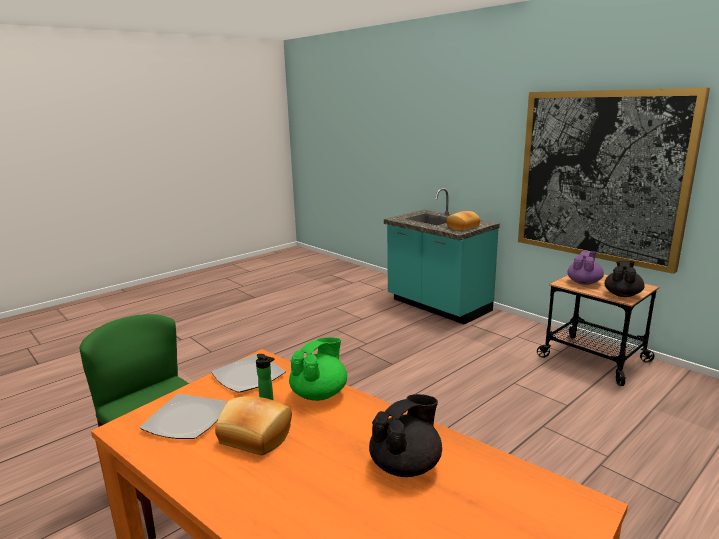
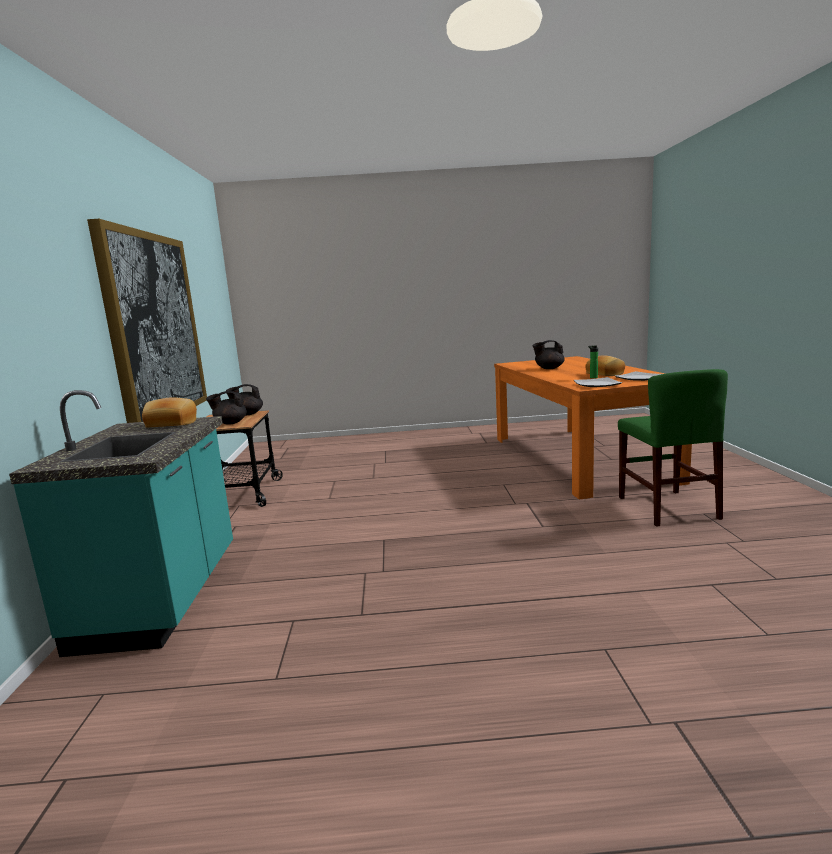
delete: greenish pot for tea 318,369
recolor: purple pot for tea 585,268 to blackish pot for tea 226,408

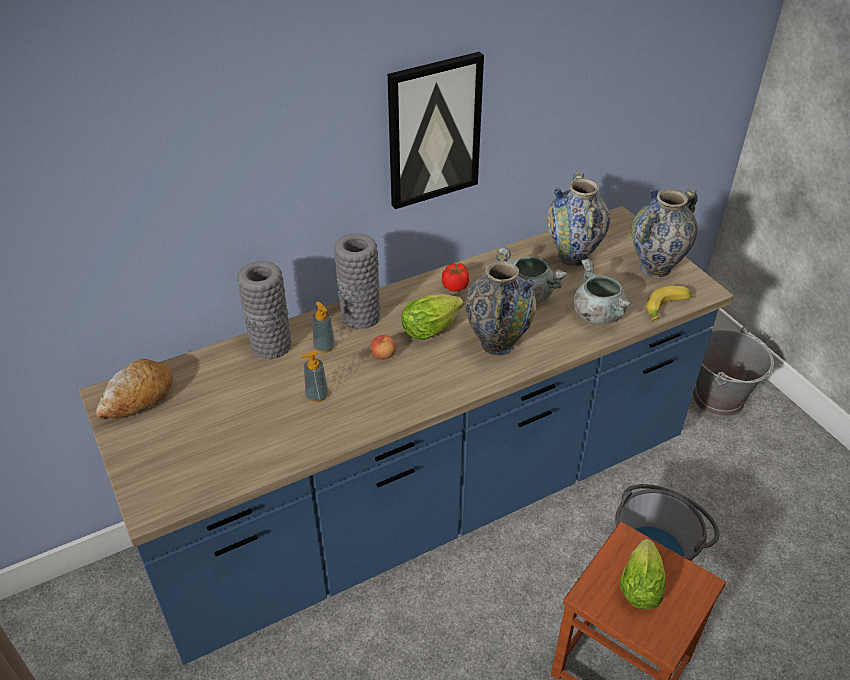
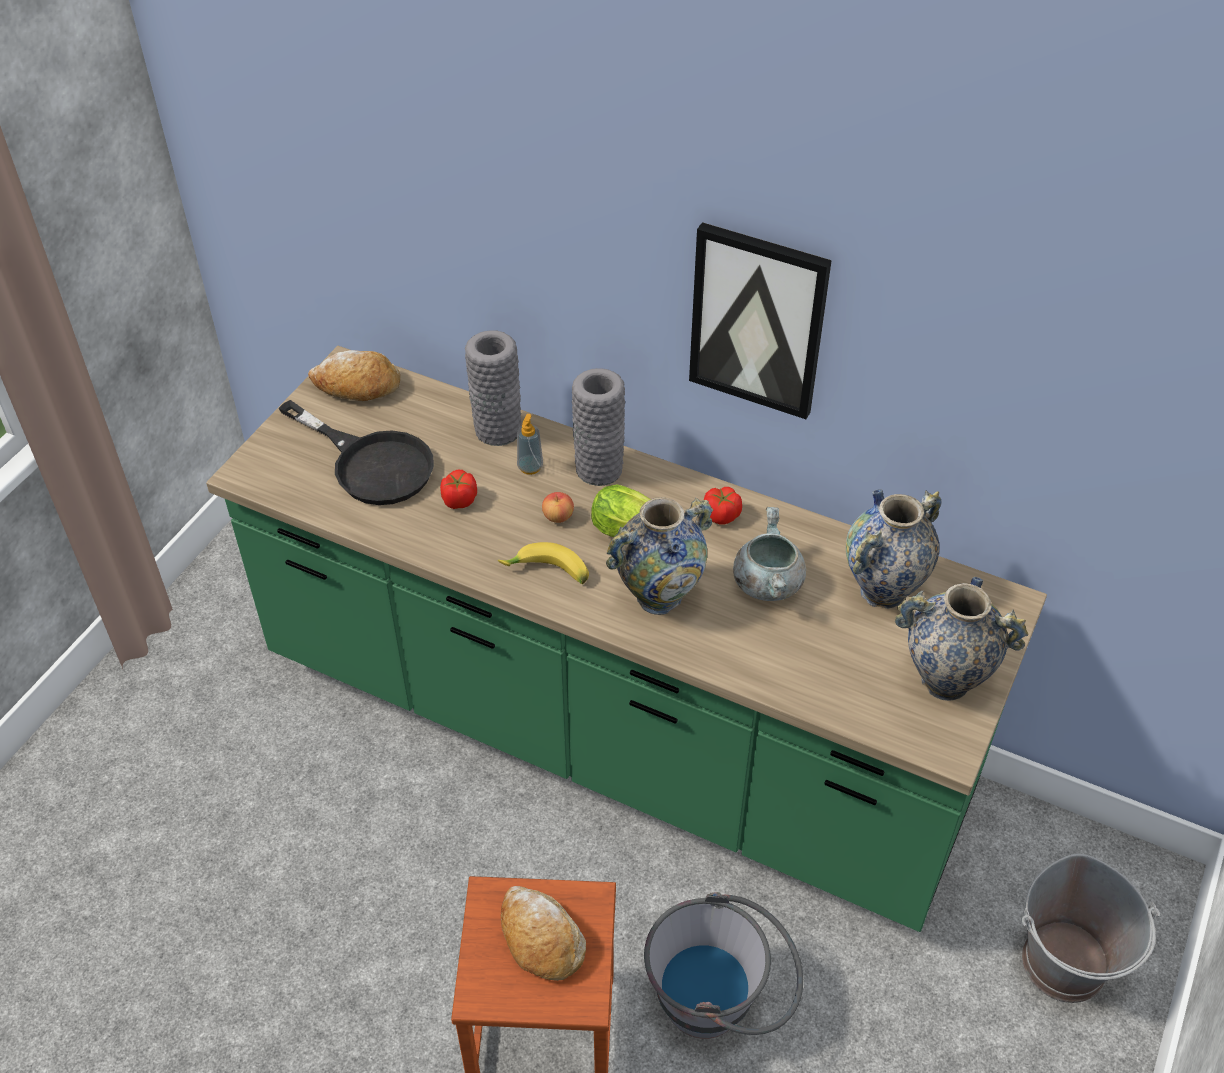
delete: grey stockpot 602,291
insert: blackish frying pan 356,452
move: banana fruit 669,303 to 543,563
replace: soap bottle 314,377 to whole tomato 458,489; lettuce 643,574 to bakery bread 543,933
recolor: bluish counter 406,435 to greenish counter 626,639

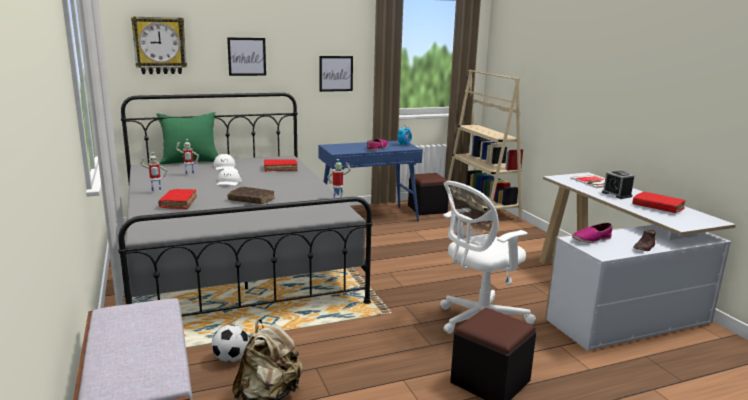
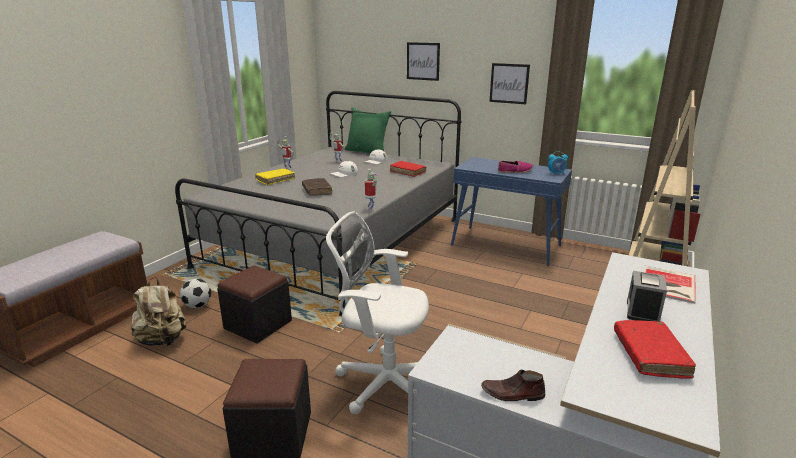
delete: clock on the wall 159,45; item of footwear 592,233
move: blackish ottoman 428,194 to 254,304
recolor: reddish book 177,199 to yellowish book 275,177

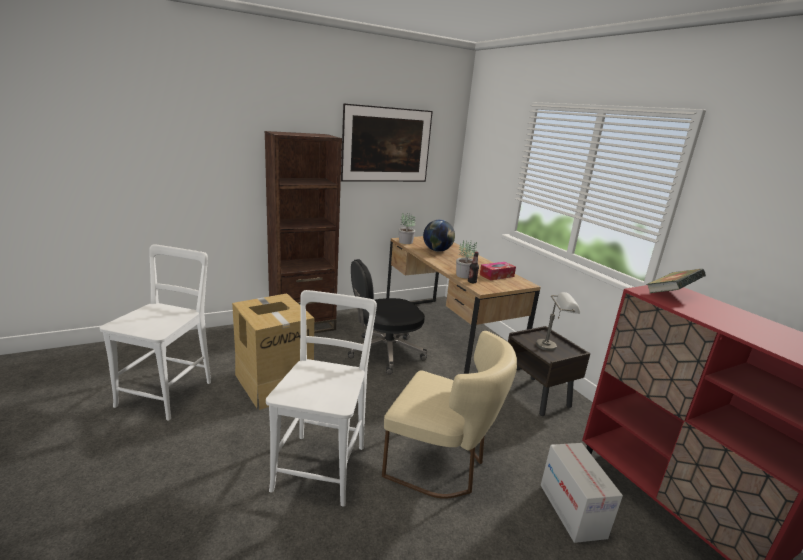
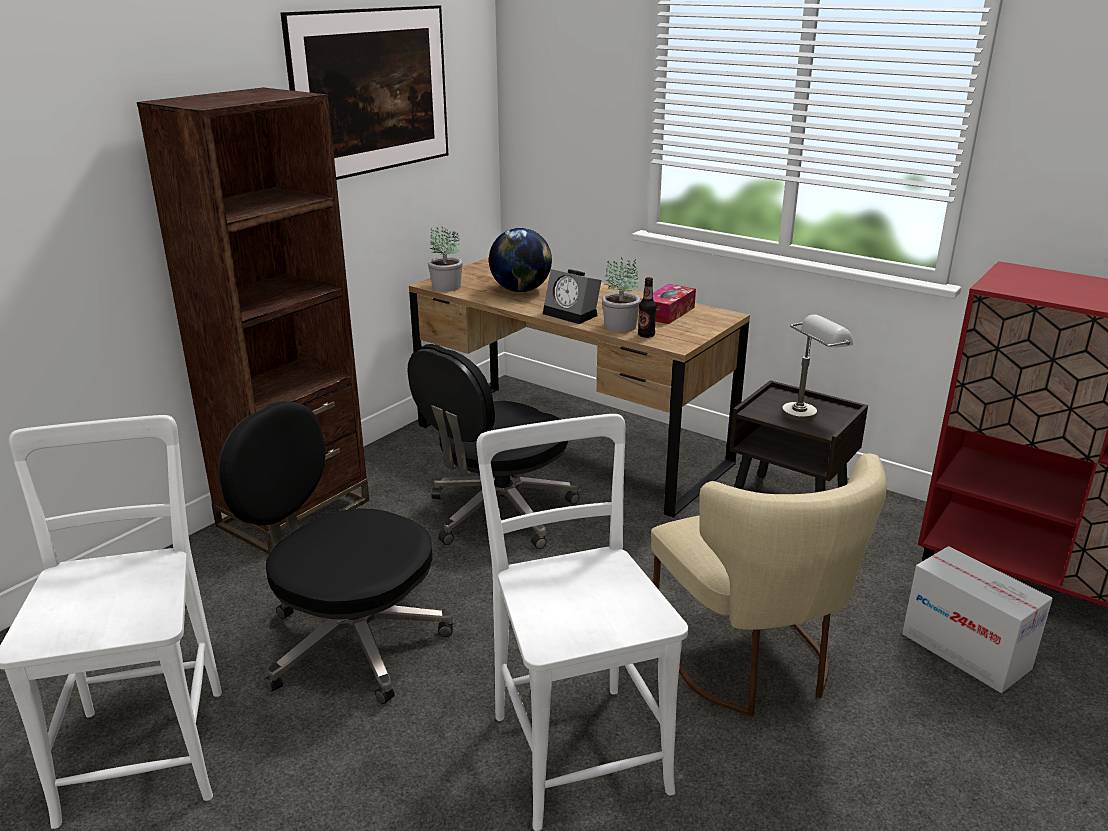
delete: book 676,281
insert: alarm clock 572,296
replace: carton 273,351 to blackish computer chair 335,552
rotate: sand-coloured plain chair 449,415 = 769,584 75 degrees clockwise

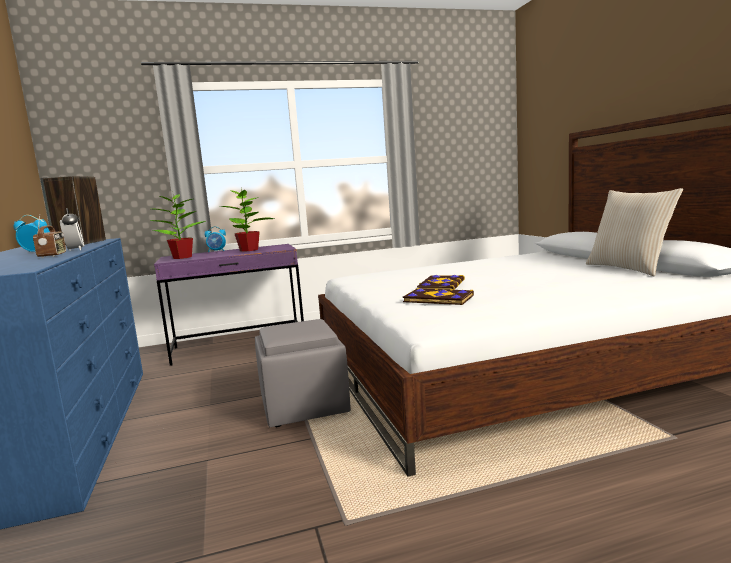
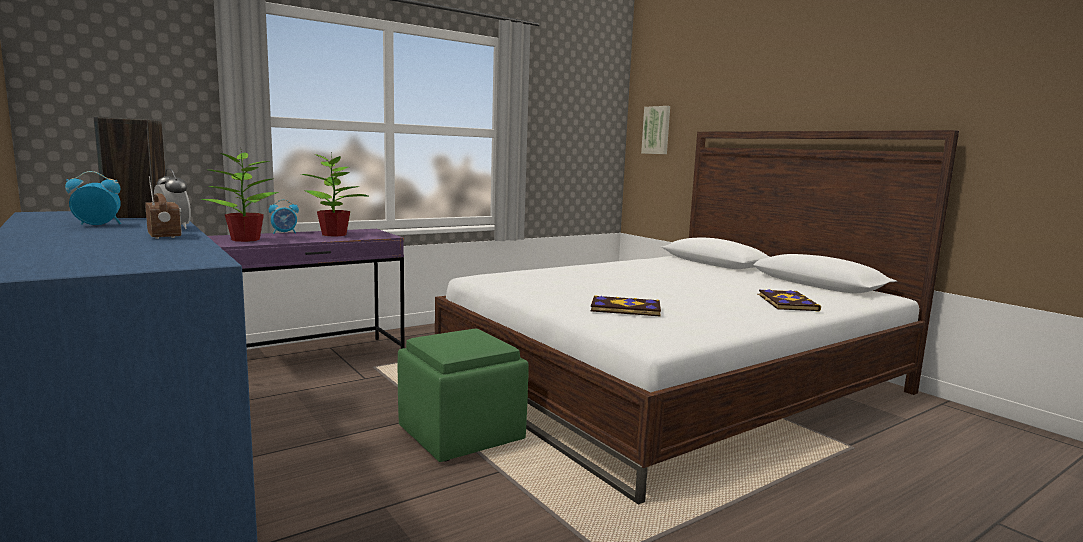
delete: sand-coloured throw pillow 634,232
insert: picture 655,130
move: book 441,282 to 789,300
recolor: grey ottoman 303,373 to greenish ottoman 463,395

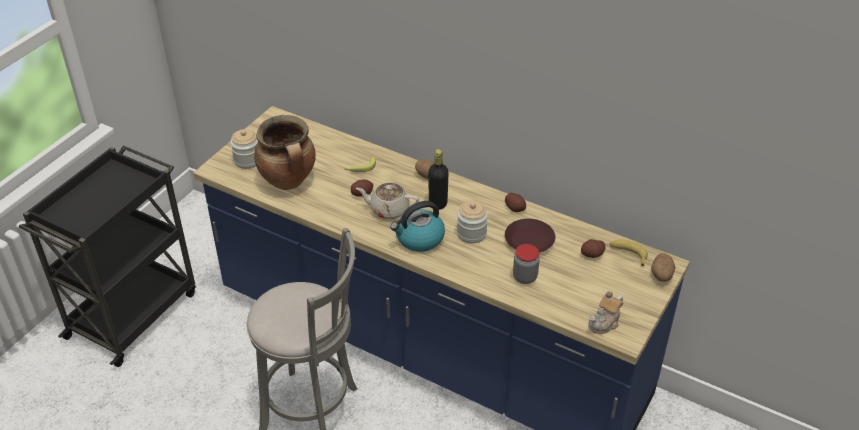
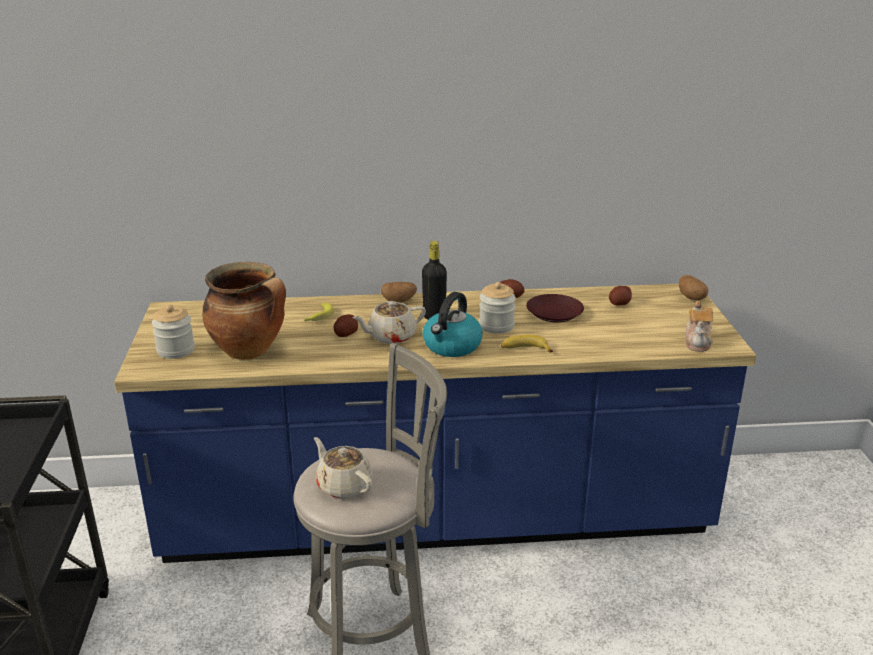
delete: jar 526,264
insert: sand-coloured pot for tea 343,468
move: banana fruit 629,253 to 527,344

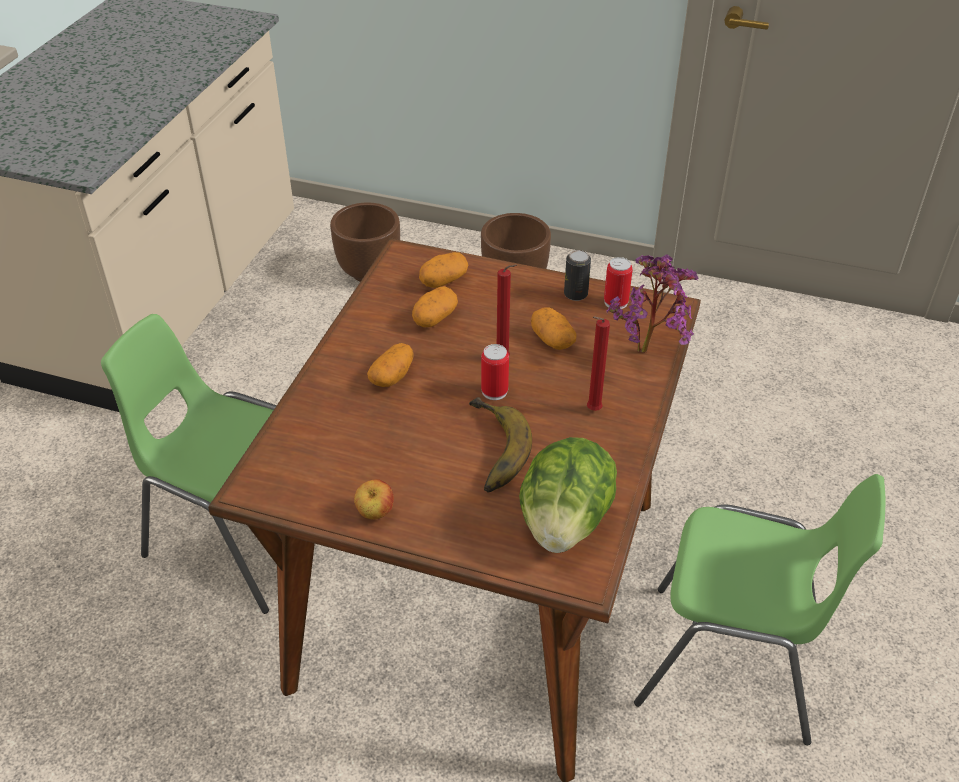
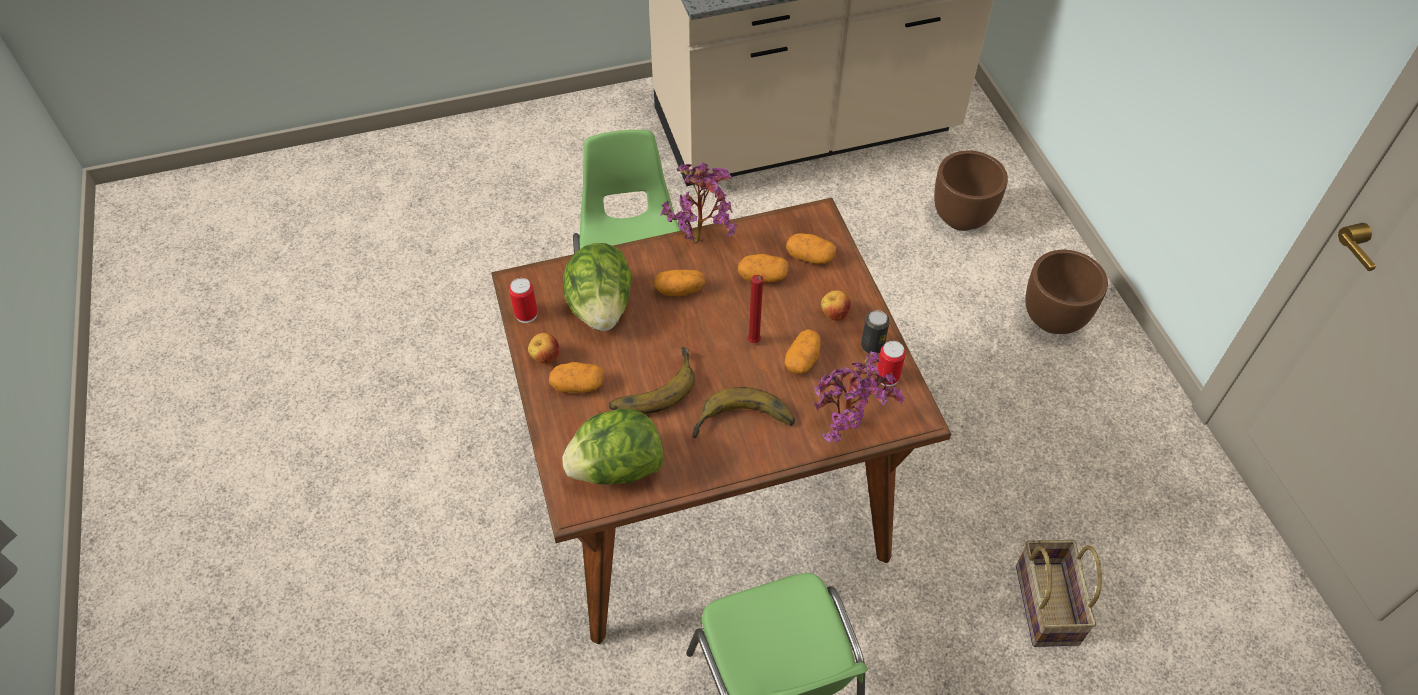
insert: potato 576,377; lettuce 597,287; houseplant 698,202; apple 836,305; basket 1059,593
move: metal can 495,372 to 523,300
replace: reddish candle 598,363 to banana fruit 743,412

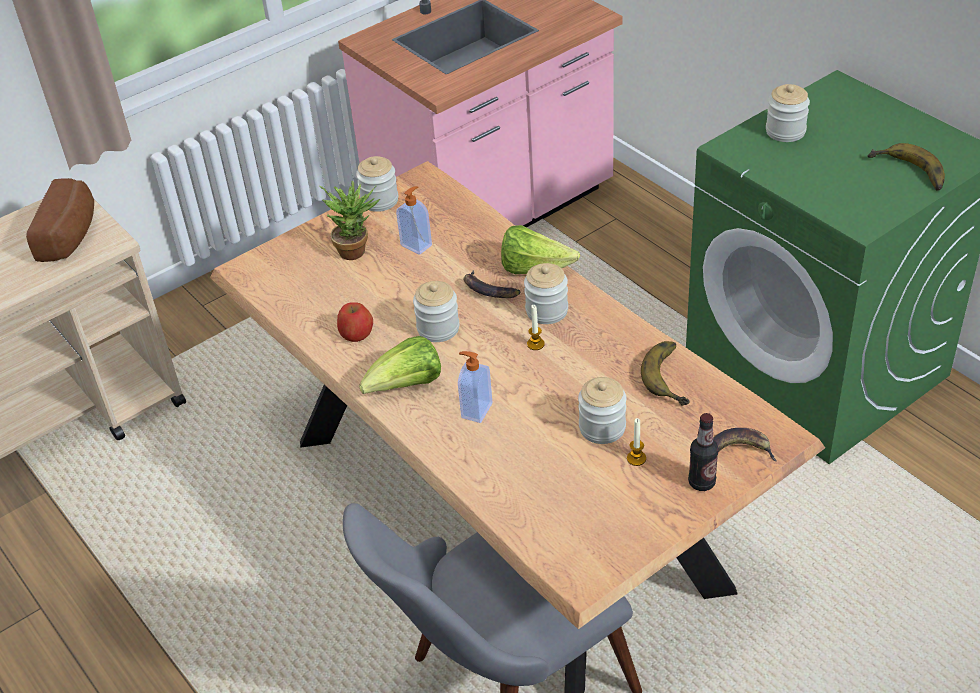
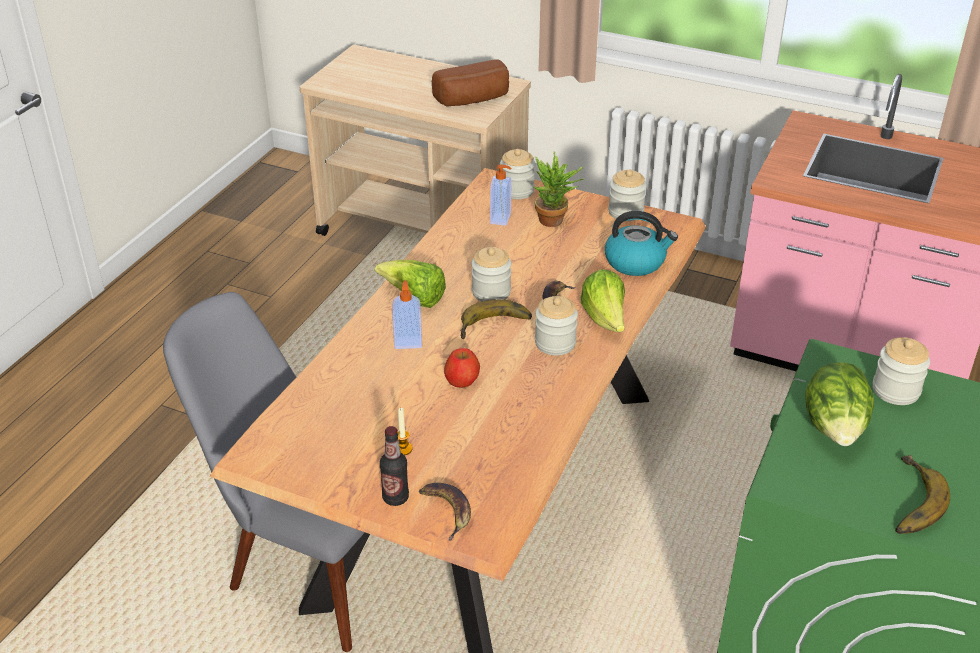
delete: candle 536,327
insert: kettle 641,243; lettuce 839,404
move: apple 355,322 to 462,368; soap bottle 414,220 to 500,195; jar 602,410 to 517,174; banana fruit 665,373 to 496,319

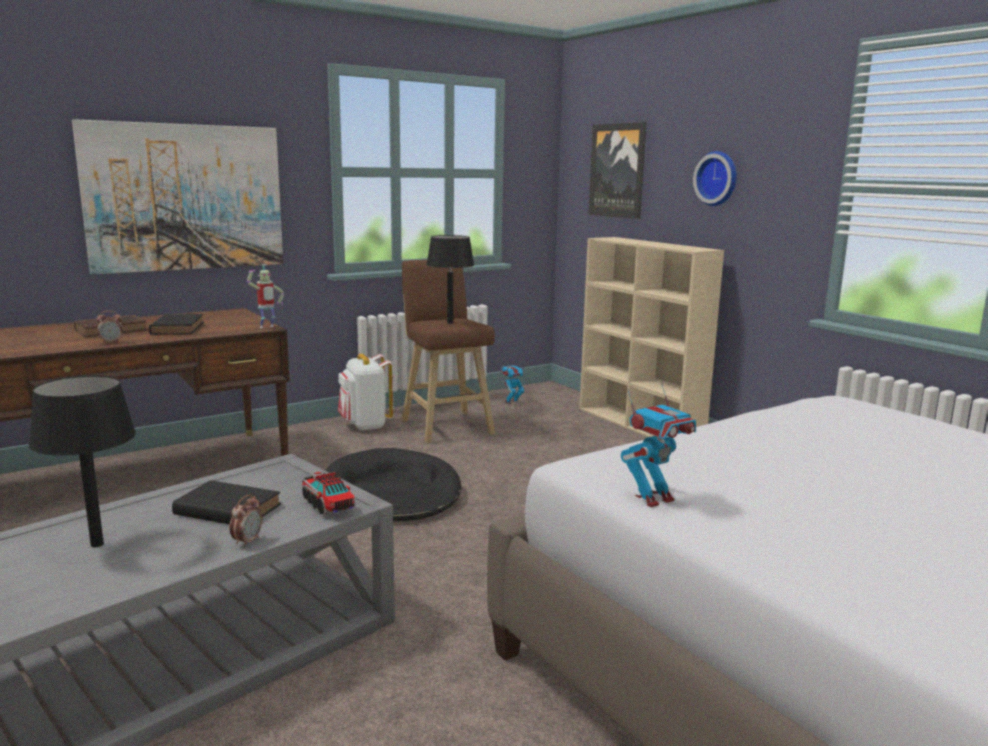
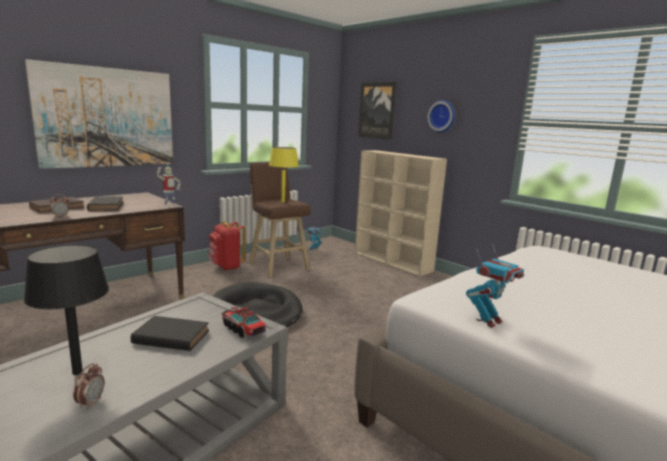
move: alarm clock 246,520 to 89,386
recolor: whitish rucksack 365,392 to reddish rucksack 227,246; blackish table lamp 450,279 to yellowish table lamp 284,174

